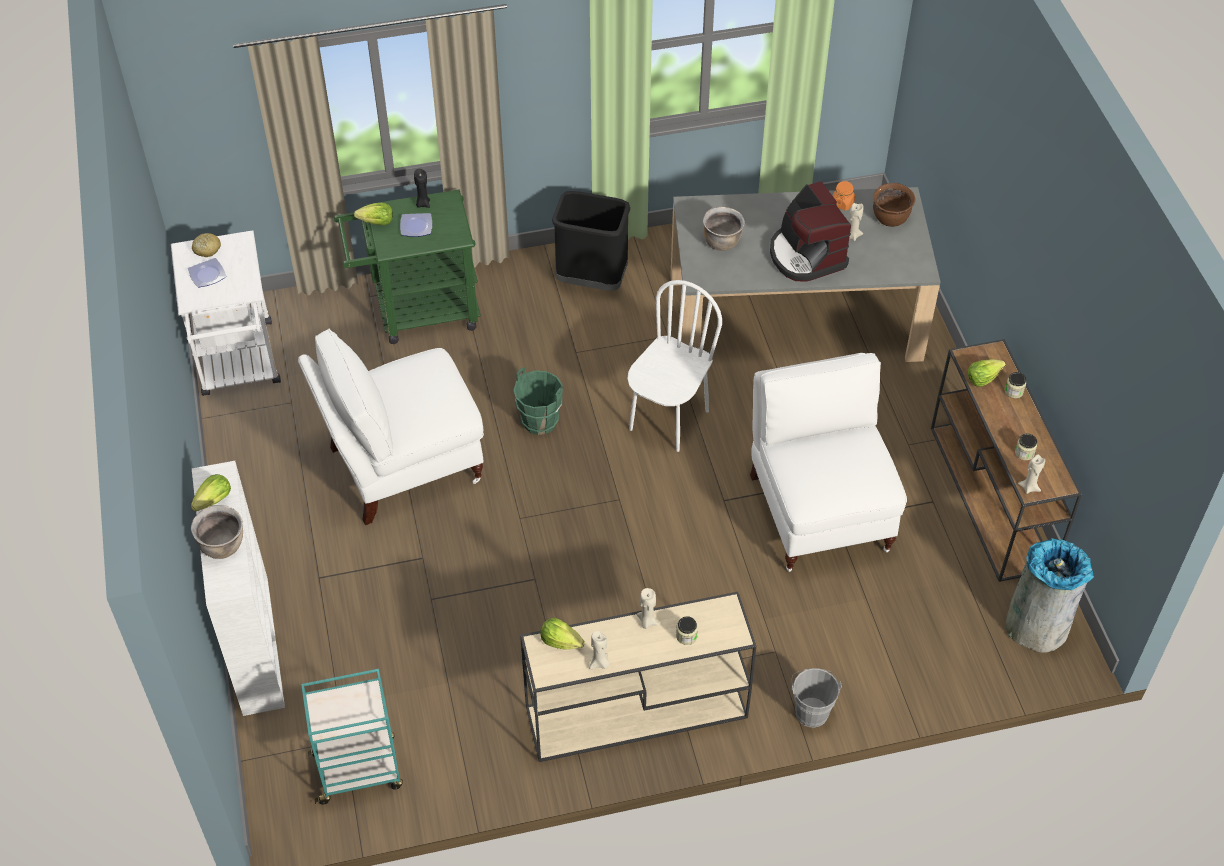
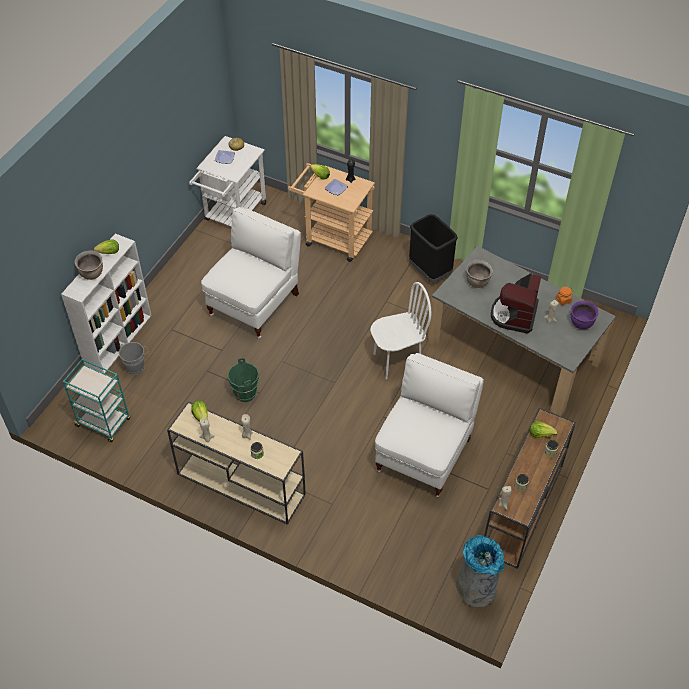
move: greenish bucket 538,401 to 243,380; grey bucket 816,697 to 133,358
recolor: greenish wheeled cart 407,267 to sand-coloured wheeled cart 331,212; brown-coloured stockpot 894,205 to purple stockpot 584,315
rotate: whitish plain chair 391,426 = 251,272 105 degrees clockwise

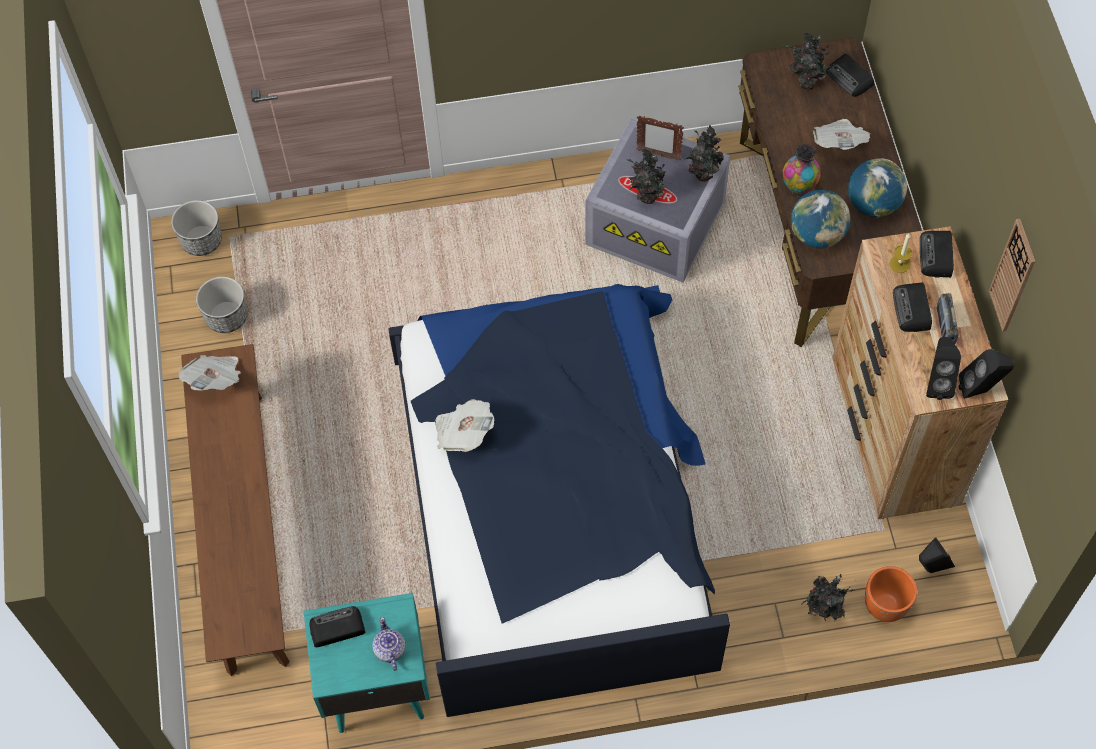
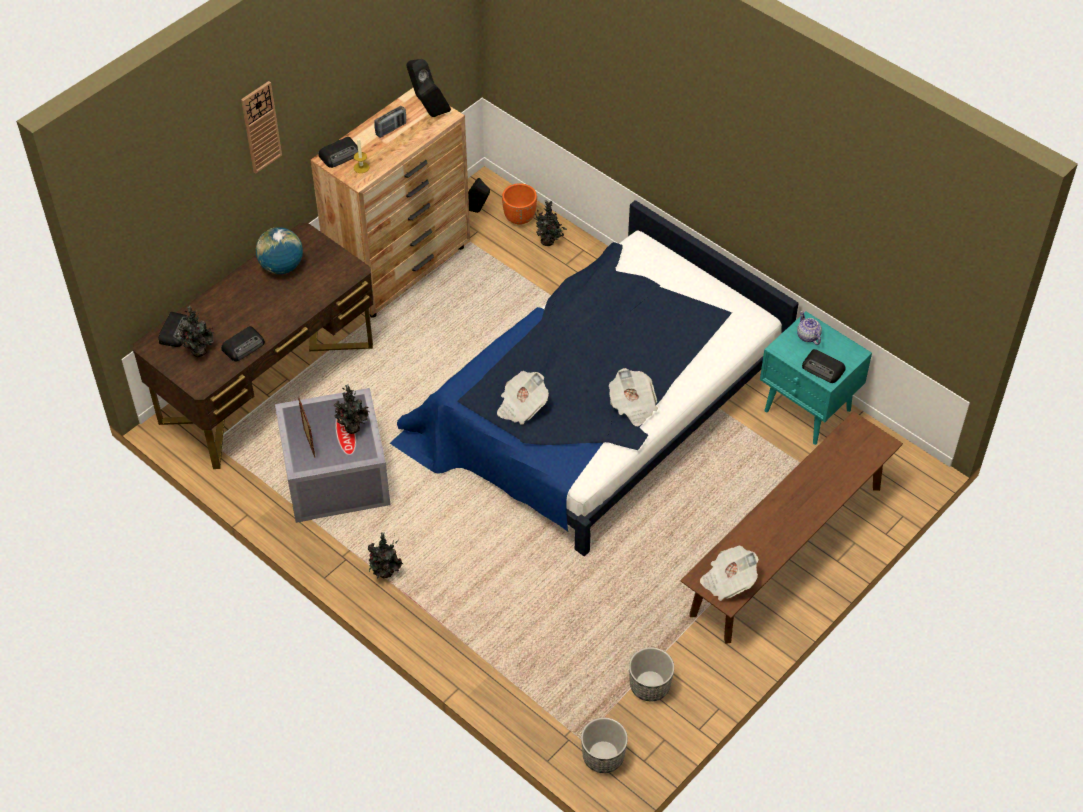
delete: vase 802,170; desk globe 820,218
move: houseplant 705,153 to 385,555; printed paper 841,134 to 523,398; radio set 912,307 to 243,343; clock on the wall 1012,275 to 261,127
rotate: pot for tea 389,644 = 809,328 120 degrees clockwise

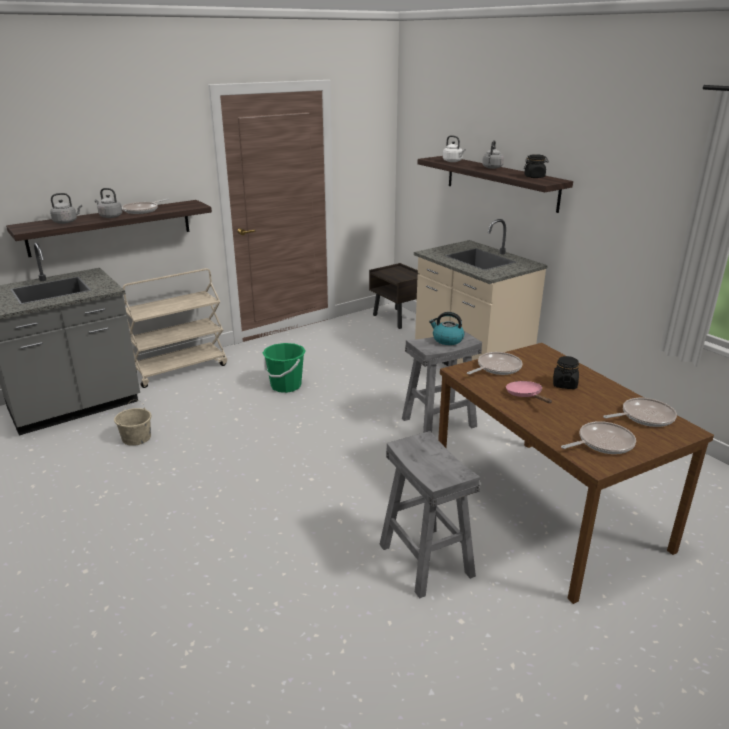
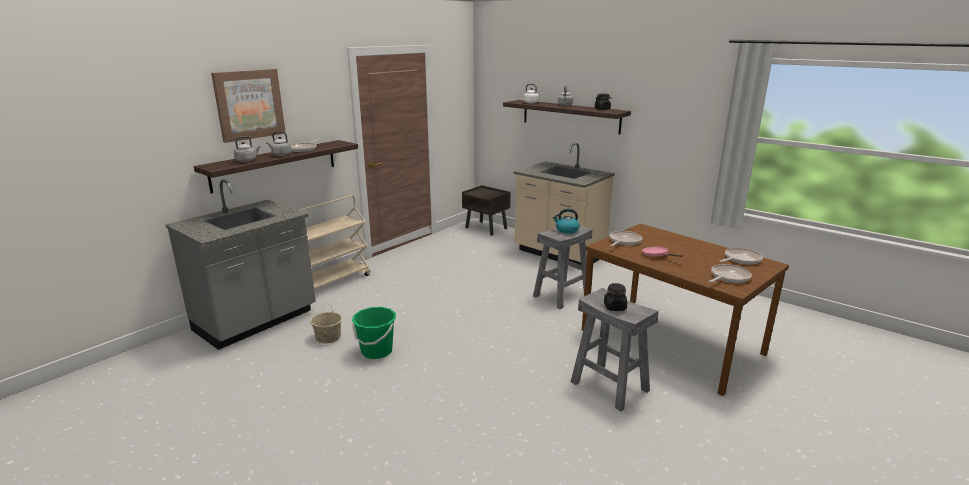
insert: picture 248,106
move: greenish bucket 284,368 to 374,333; blackish jar 566,372 to 615,297

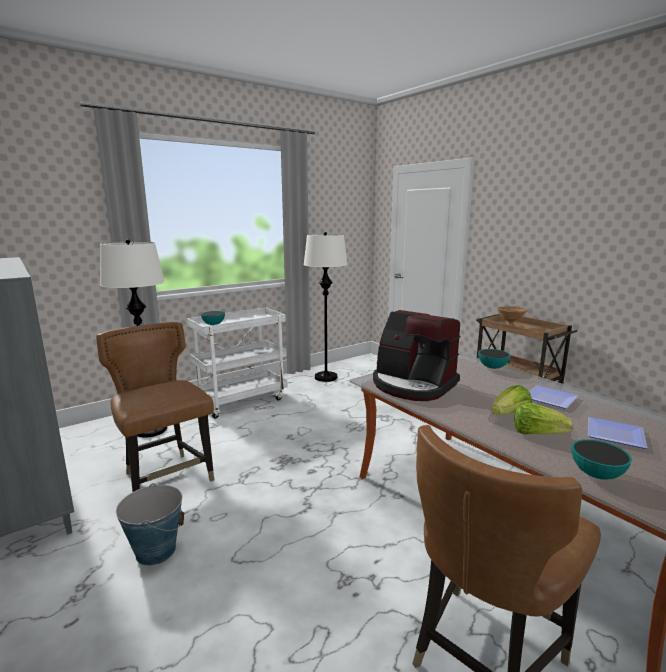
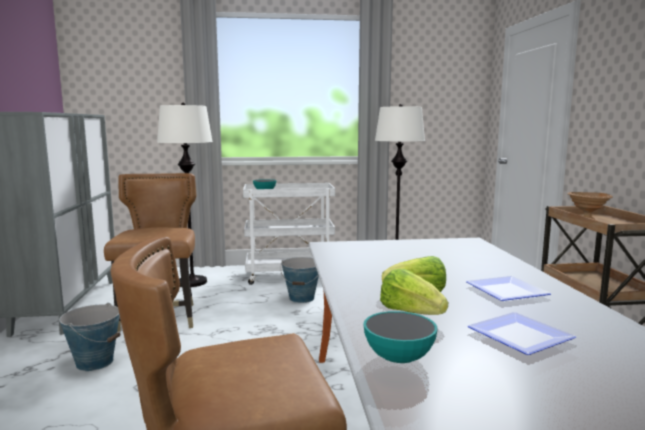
delete: coffee maker 417,355; deep dish 494,359
insert: bucket 299,280

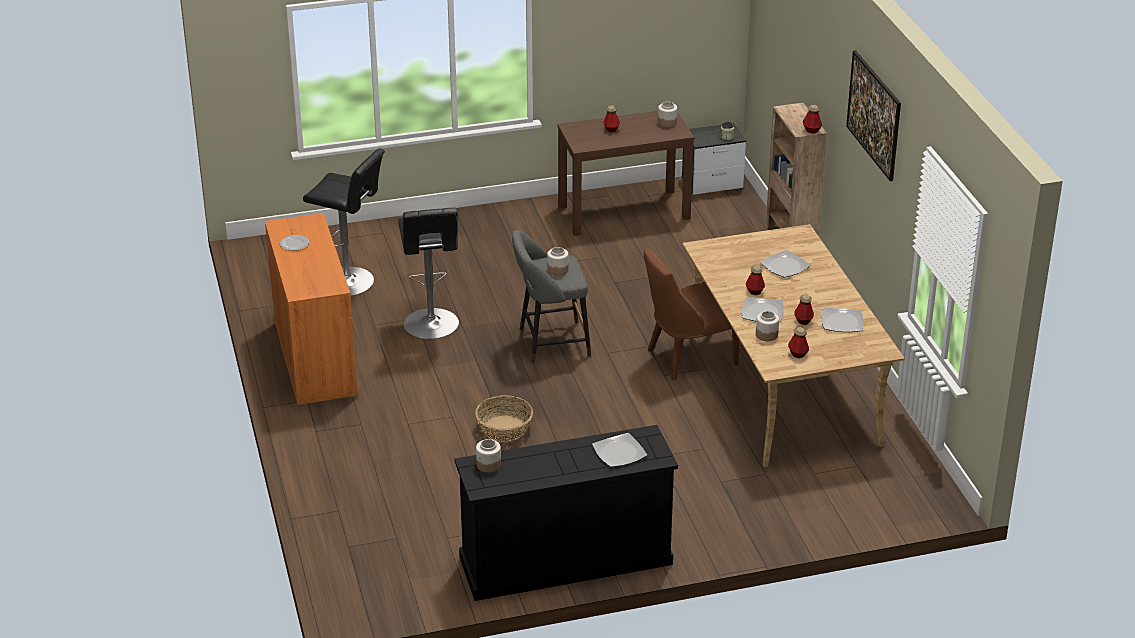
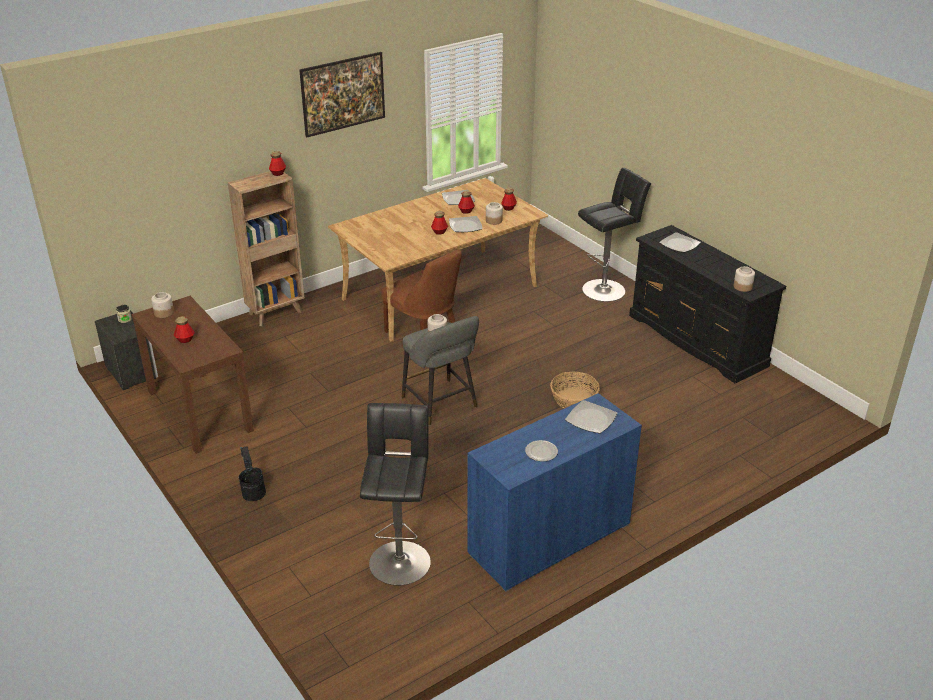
insert: blackish bucket 252,474
move: blackish sitting stool 428,273 to 614,235; flat dish 785,263 to 591,416
recolor: orange cupboard 311,310 to bluish cupboard 554,492

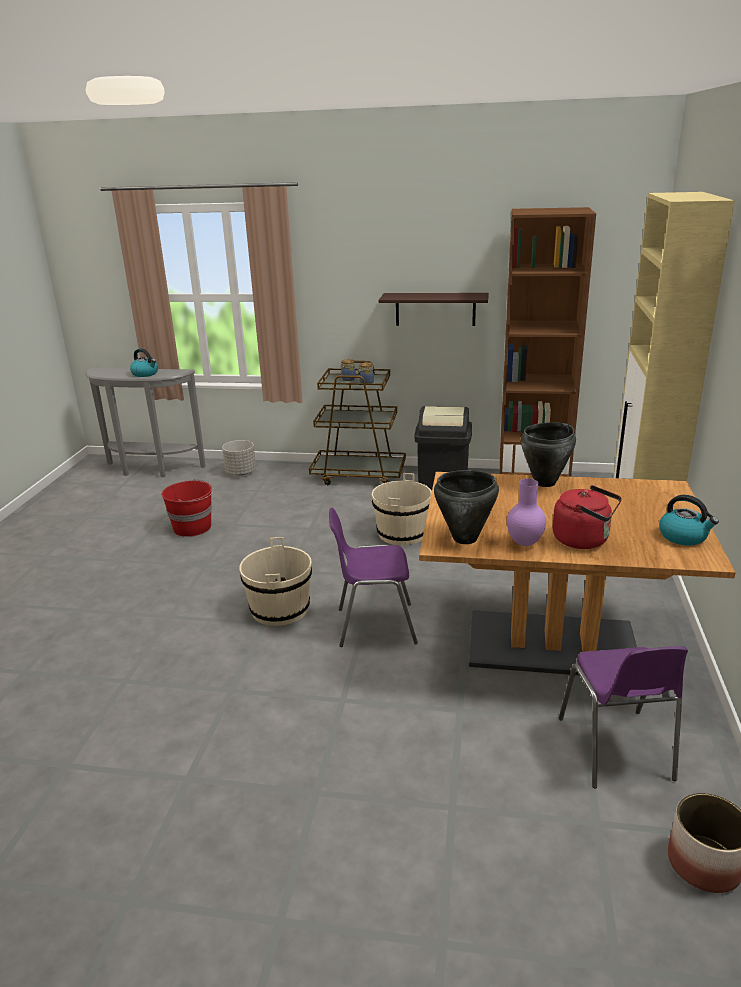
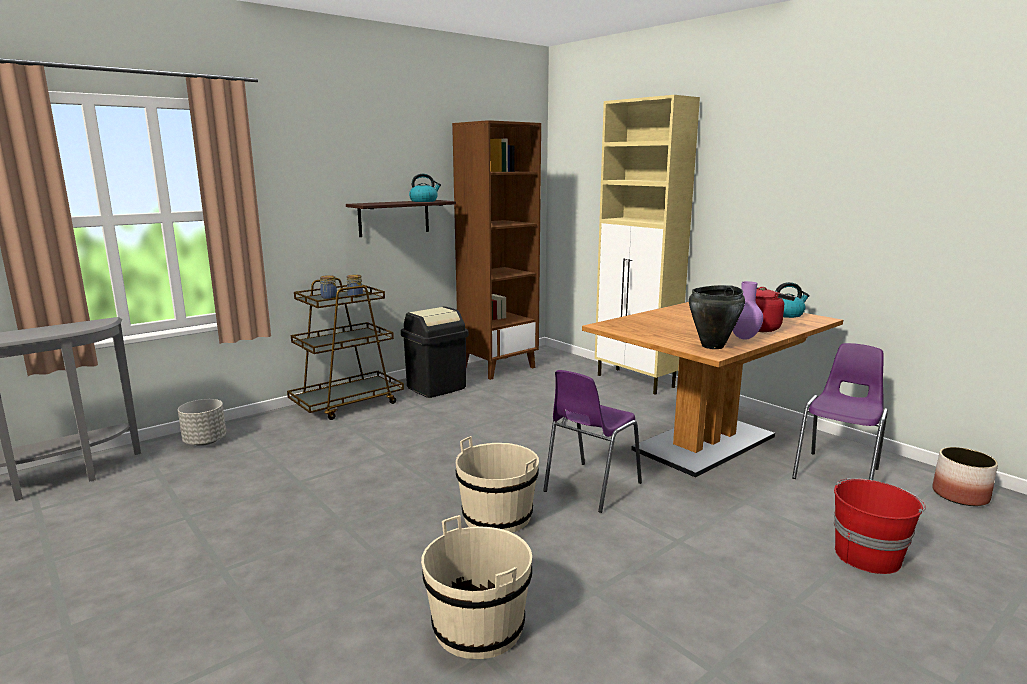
delete: blackish stockpot 548,454
move: kettle 144,362 to 425,188; reddish bucket 188,508 to 880,526; sand-coloured bucket 402,509 to 476,587
rotate: purple plain chair 623,717 = 840,411 90 degrees counterclockwise

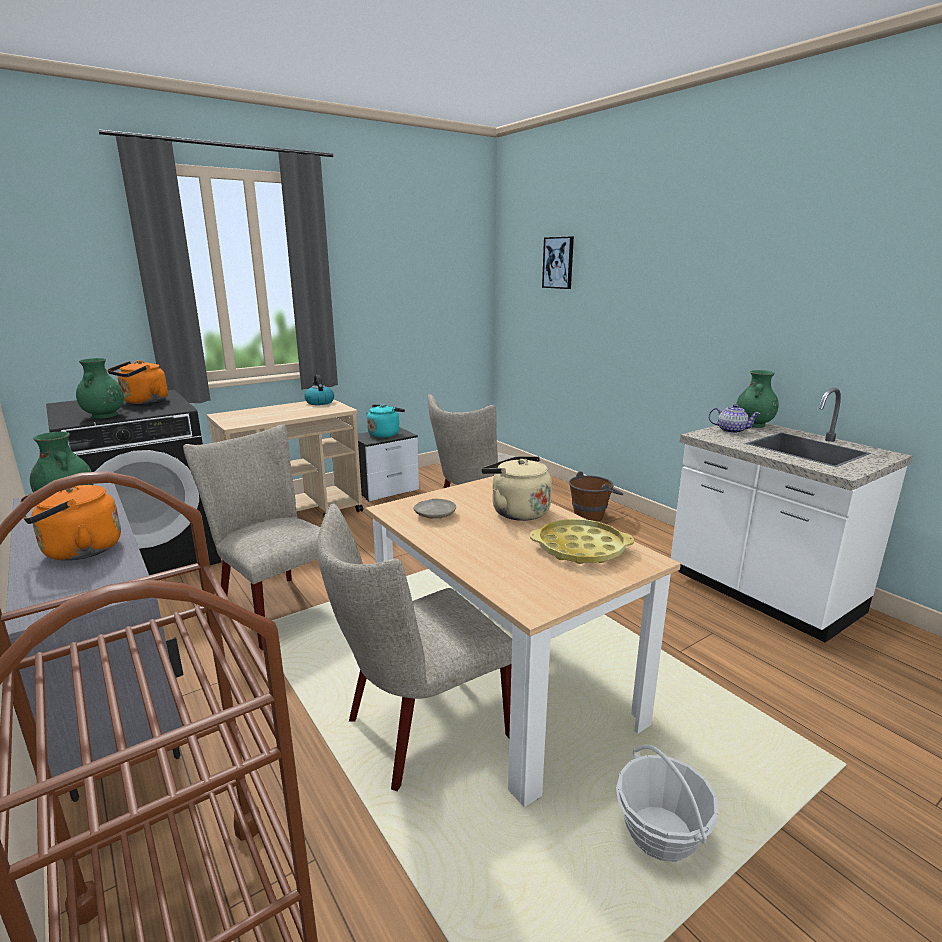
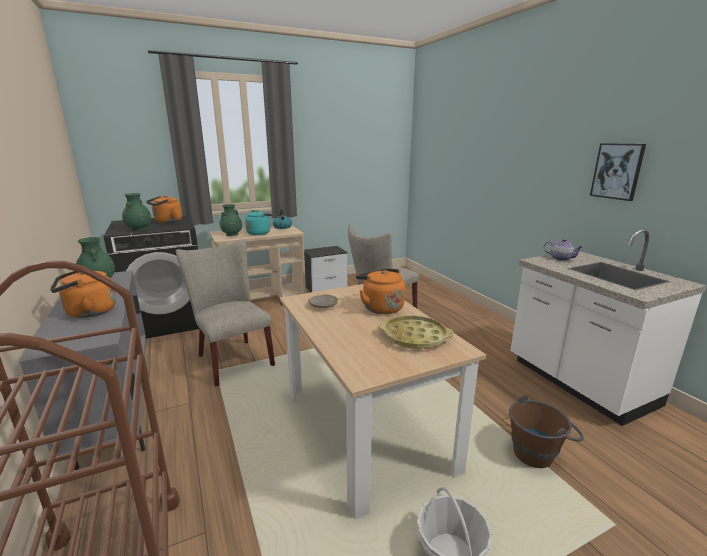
delete: sand-coloured plain chair 414,647
move: turquoise kettle 385,421 to 259,222; picture 558,262 to 618,172; brown-coloured bucket 596,496 to 546,431; greenish vase 757,399 to 231,220
recolor: sand-coloured kettle 516,488 to orange kettle 380,291

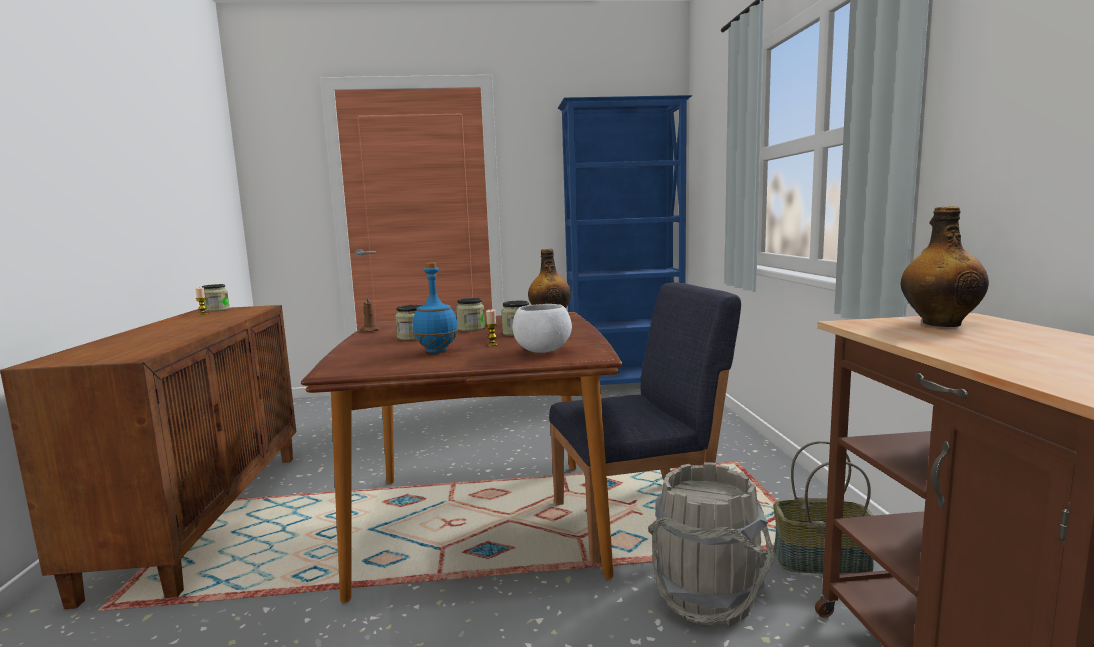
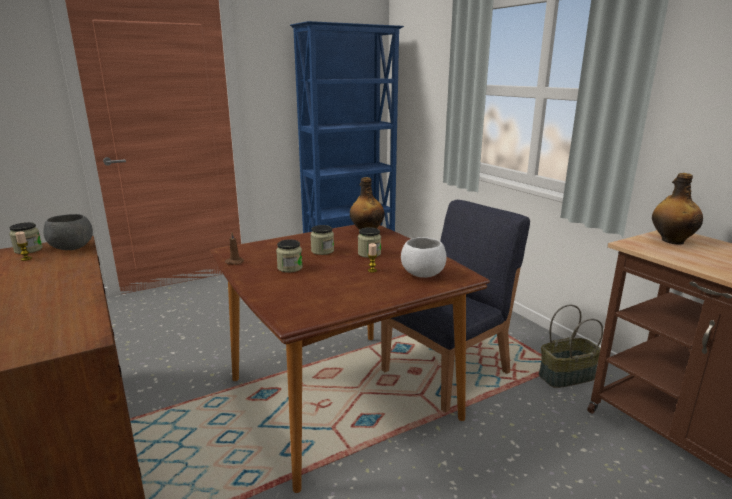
delete: bluish beverage bottle 435,308; grey bucket 711,544
insert: grey deep dish 68,232

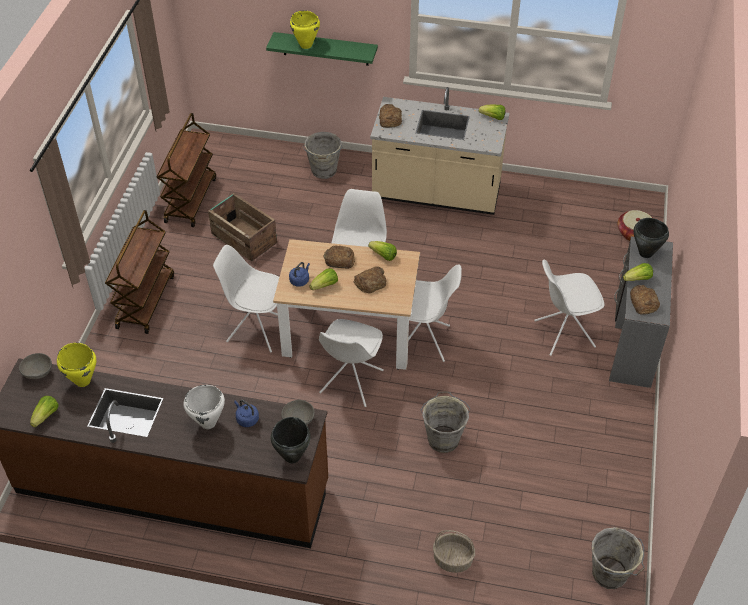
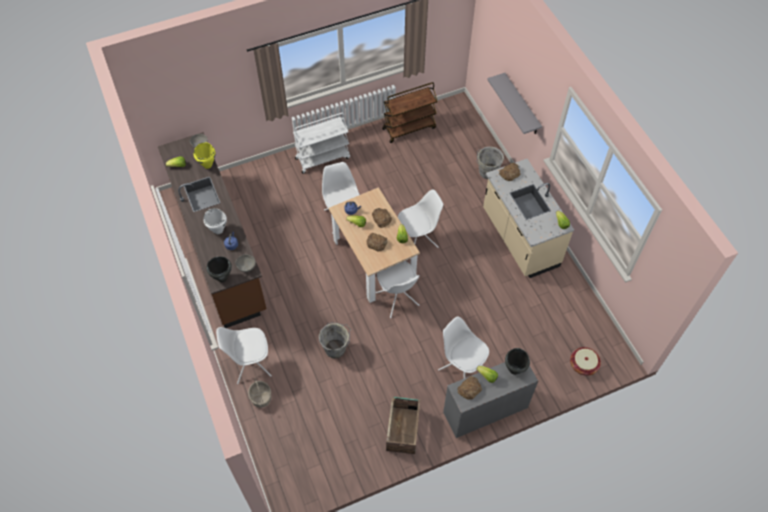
delete: yellowish stockpot 305,29; grey bucket 618,558
move: crate 242,227 to 403,425; whitish plain chair 351,363 to 244,355
recolor: brown-coloured wheeled cart 139,272 to whitish wheeled cart 321,143; greenish bracket shelf 322,49 to grey bracket shelf 514,103

